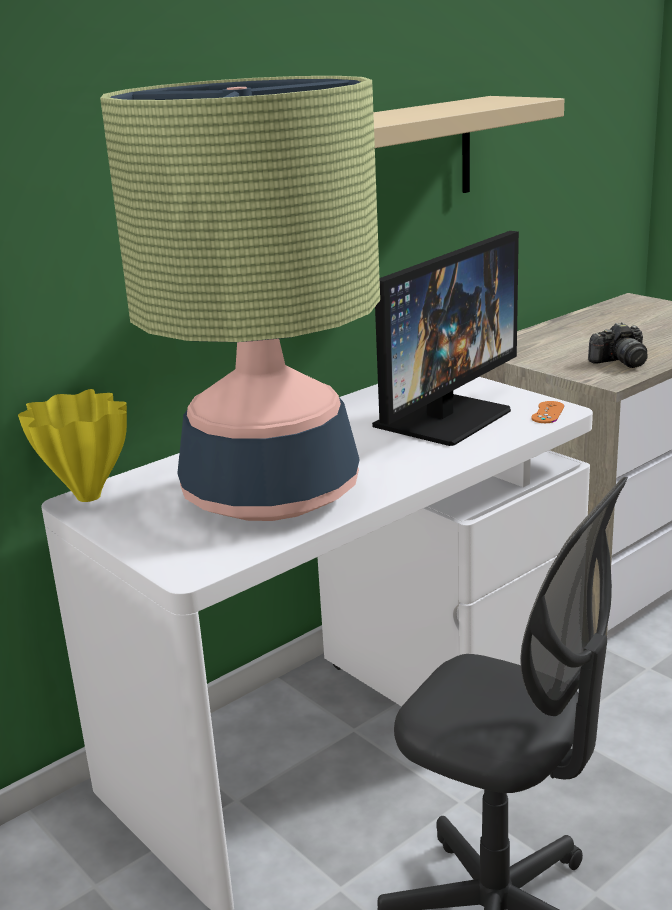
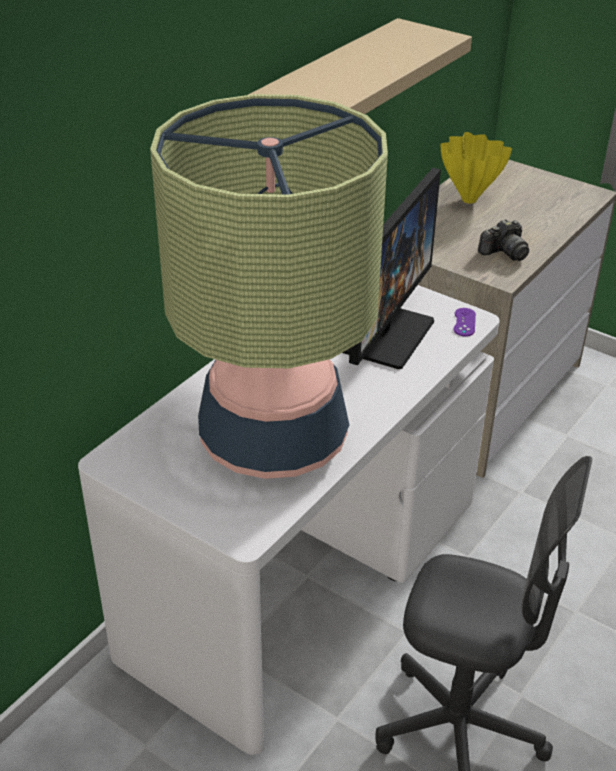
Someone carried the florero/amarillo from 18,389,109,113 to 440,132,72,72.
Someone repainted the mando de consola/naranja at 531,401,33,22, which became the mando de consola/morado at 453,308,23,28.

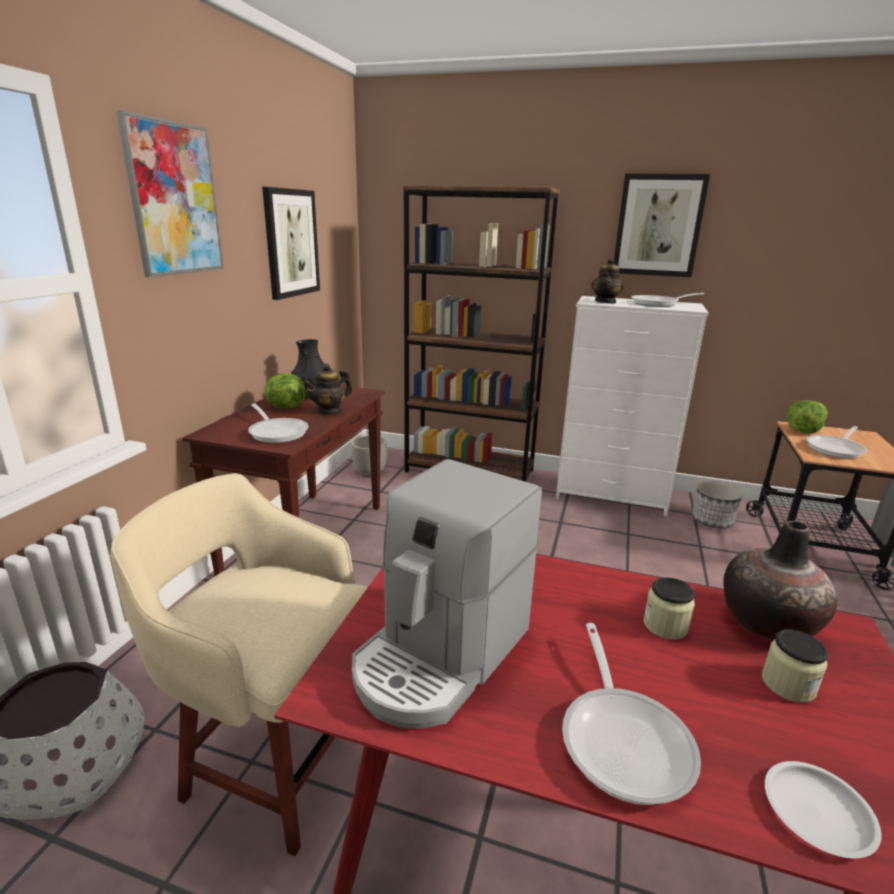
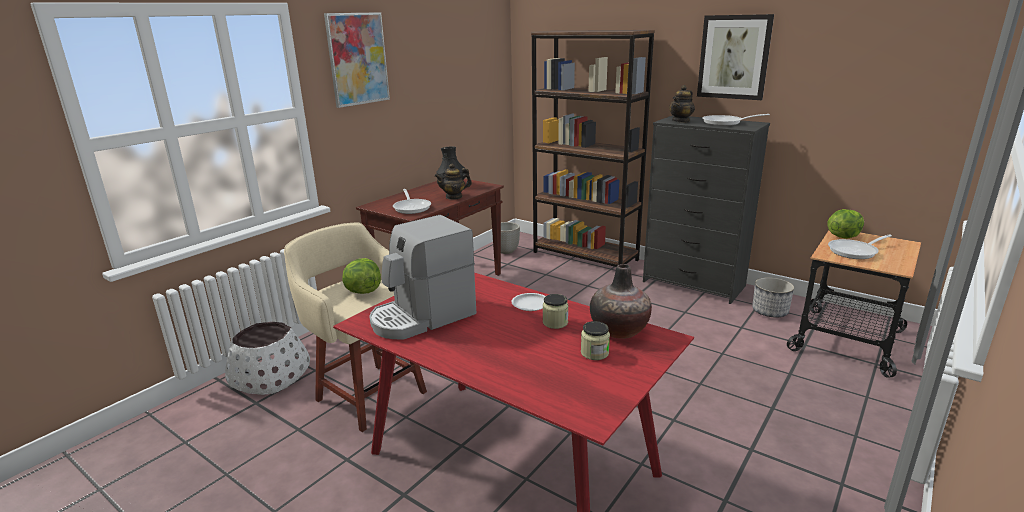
Someone took away the cuadro at 262,187,58,113.
Someone took away the sartén at 562,623,139,182.
Someone carried the lechuga from 265,373,40,36 to 342,258,39,36.
Someone carried the plato/blanco from 765,761,116,97 to 512,293,33,18.
Someone repainted the cómoda/blanco at 556,296,153,220, which became the cómoda/negro at 643,115,127,189.

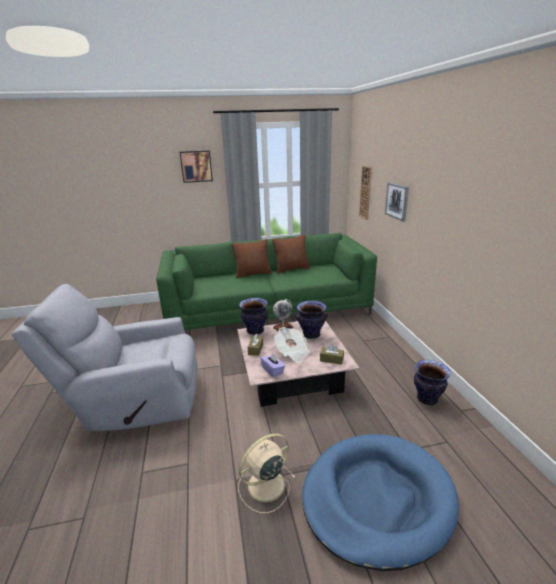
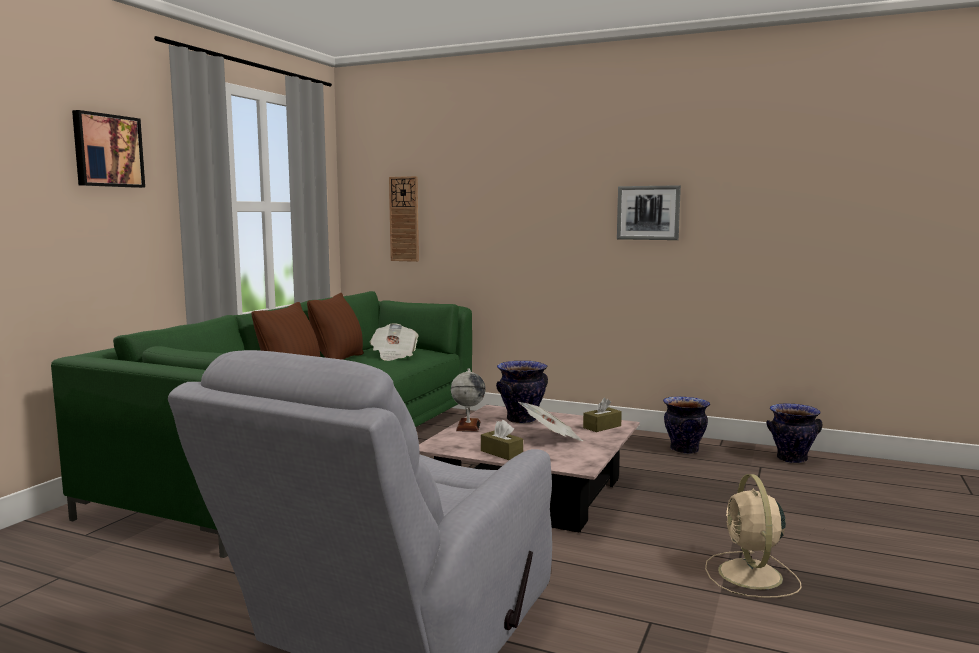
Someone took away the caja de pañuelos/morado at 260,353,25,24.
Someone took away the cama para perro/azul at 302,434,157,137.
Someone put down the periódico at 370,323,49,38.
Someone carried the florero from 239,298,29,37 to 766,403,56,60.
Someone carried the cuadro from 385,182,24,40 to 617,185,64,55.

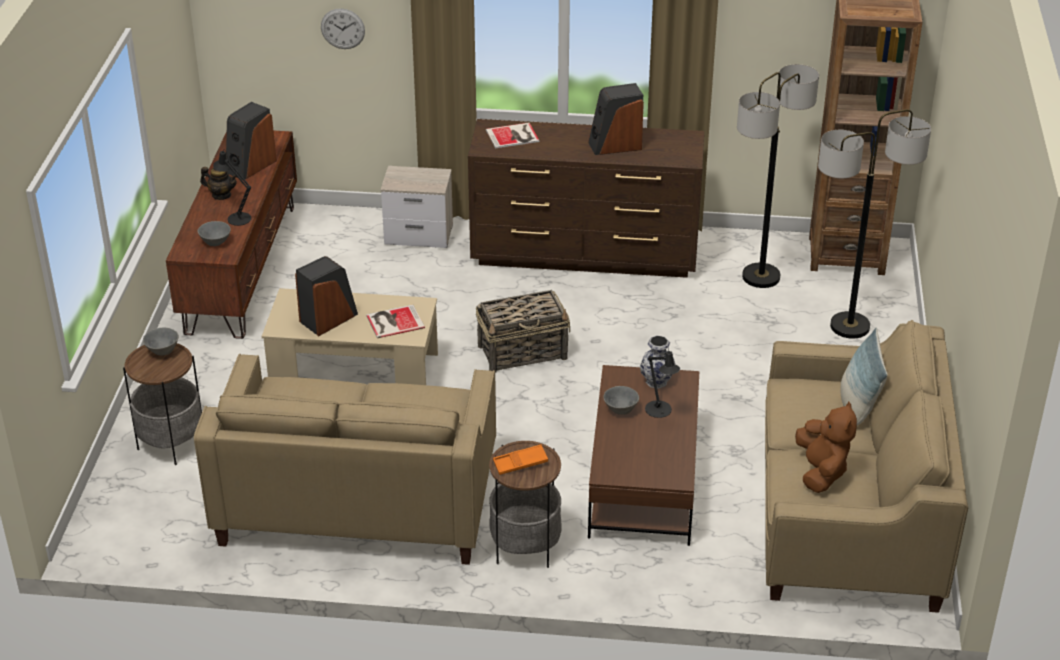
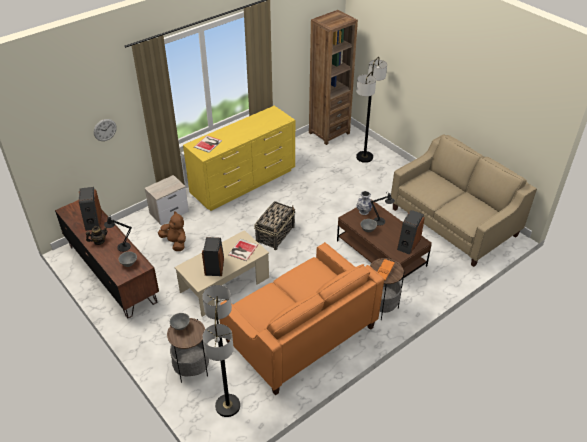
Someone took away the cojín at 841,328,47,97.
Someone carried the altavoz from 588,83,56,72 to 397,210,28,45.
Someone carried the lámpara de pie from 737,64,82,224 to 202,285,38,132.
Someone carried the peluche/marrón from 795,402,62,91 to 158,211,28,40.
Someone repainted the sofá/beis at 194,354,302,211, which became the sofá/naranja at 219,242,165,153.
Someone repainted the cómoda/marrón at 468,119,236,159, which became the cómoda/amarillo at 183,106,112,105.

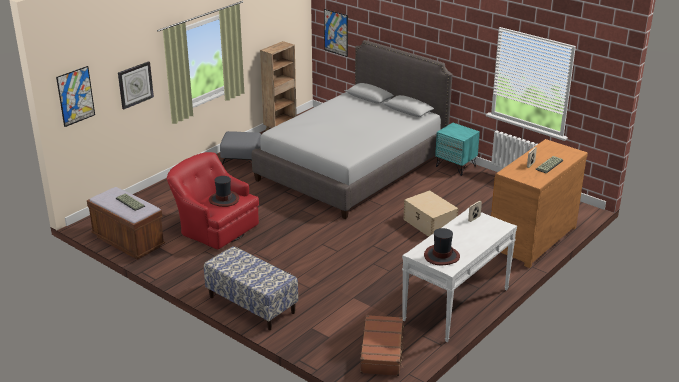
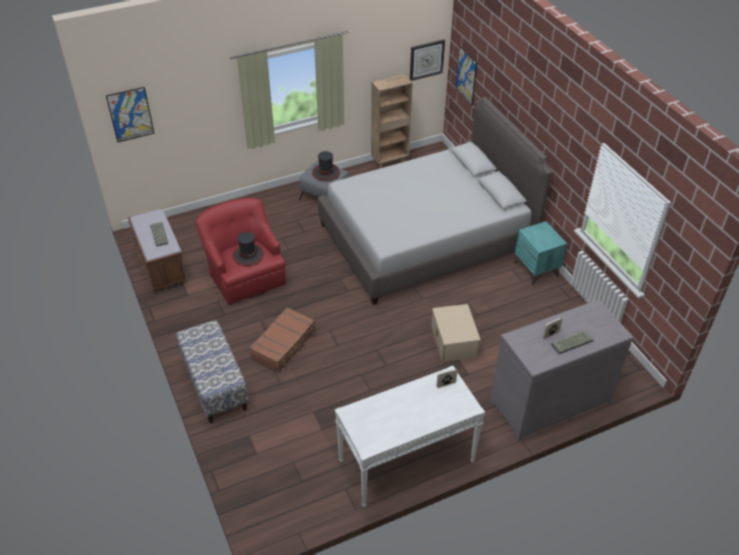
Someone carried the reloj de pared from 118,61,36,48 to 410,40,35,41.
Someone carried the maleta/marrón from 360,315,45,61 to 249,307,67,65.
Someone carried the sombrero from 424,228,36,37 to 312,151,28,30.
Someone repainted the cómoda/marrón at 491,139,97,129, which became the cómoda/gris at 490,299,143,142.

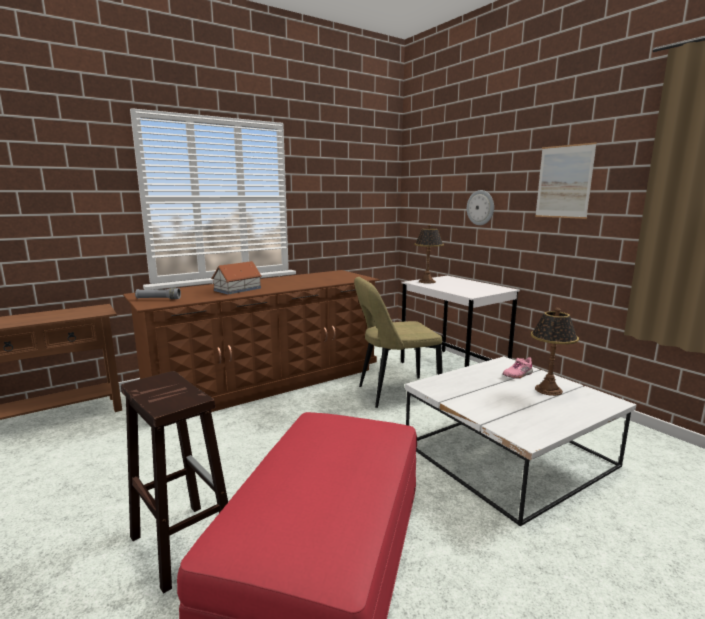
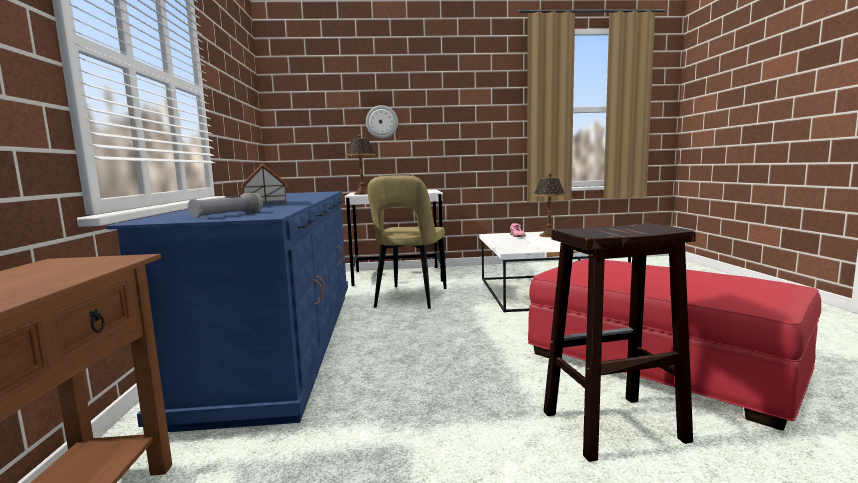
Someone took away the cuadro at 535,142,62,77.
Someone repainted the cómoda/marrón at 123,270,256,146, which became the cómoda/azul at 106,191,242,241.

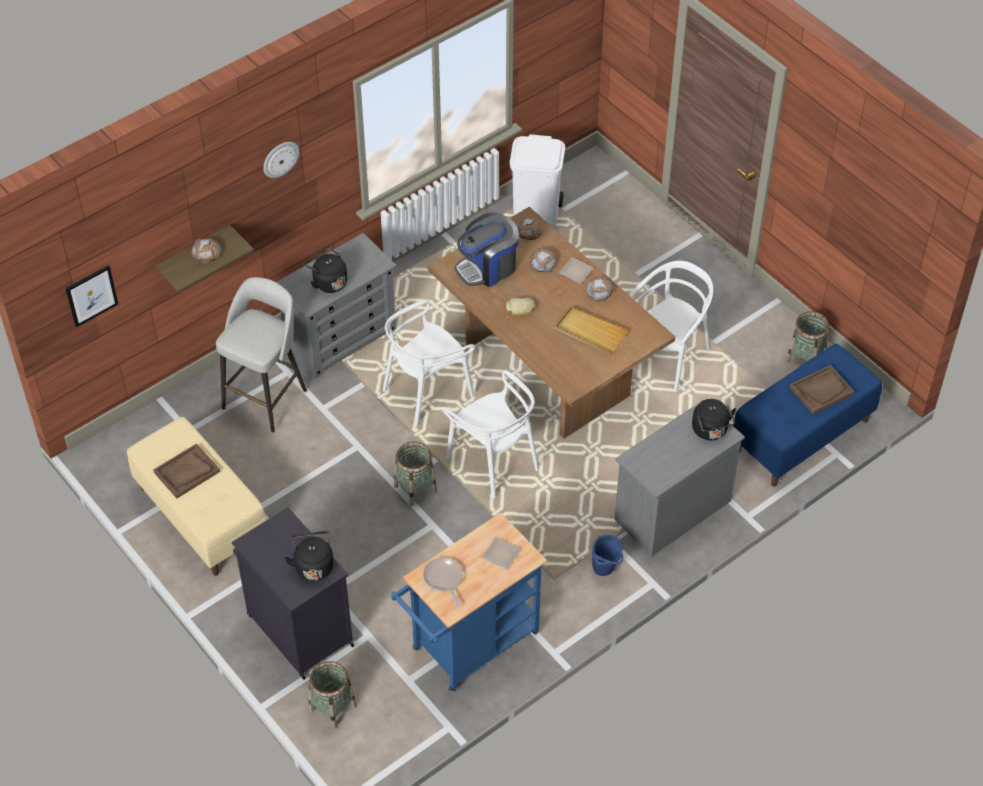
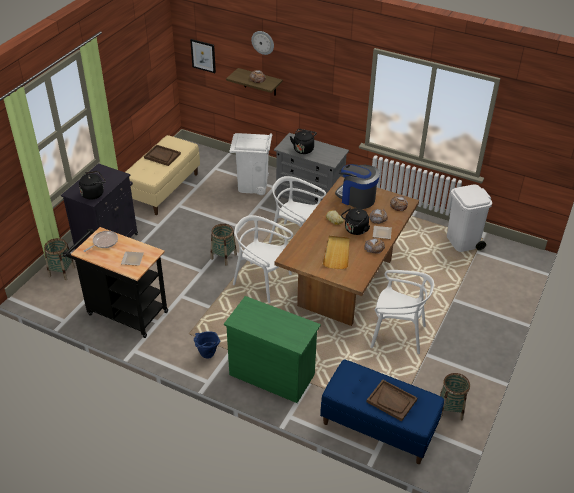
Someone carried the reloj de pared from 263,142,37,36 to 251,31,23,24.
Someone carried the hervidor/negro from 692,399,44,41 to 341,208,29,27.
Someone swapped the taburete/gris at 216,277,91,155 for the papelera/blanco at 230,133,42,62.
Someone repainted the carrito/azul at 391,513,156,179, which became the carrito/negro at 63,227,105,111.
Someone repainted the cómoda/gris at 615,400,130,156, which became the cómoda/verde at 224,296,97,107.
Someone rotated the silla/blanco at 442,370,97,128 by 90 degrees clockwise.

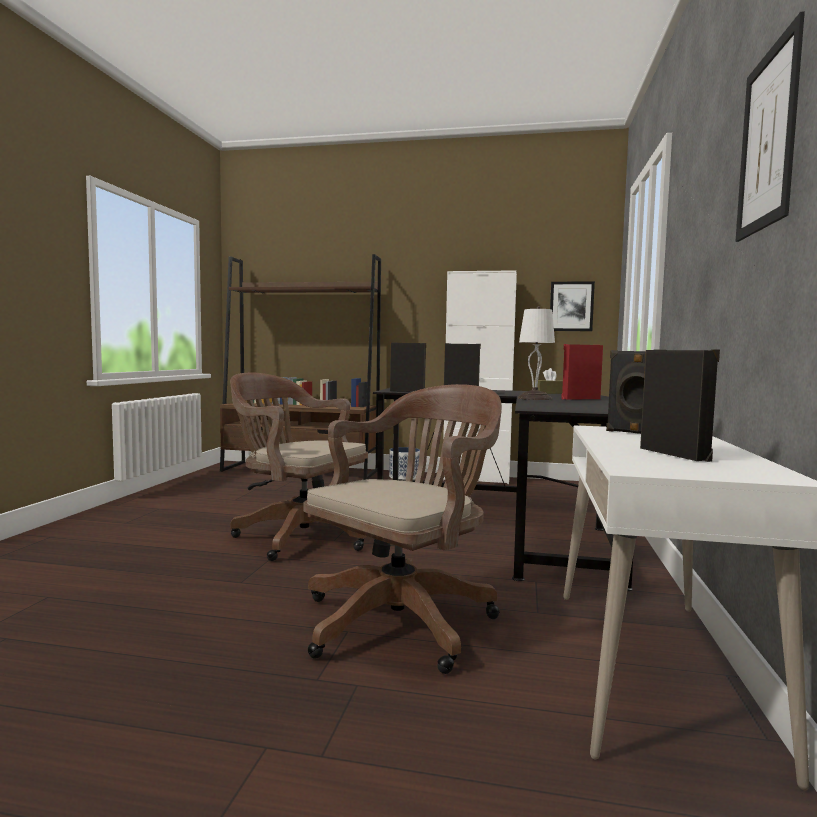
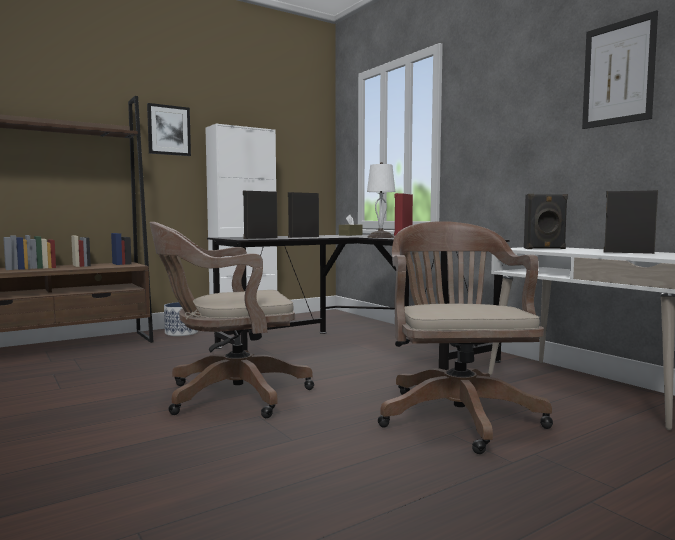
Someone carried the cuadro from 550,281,45,50 to 147,103,44,53.

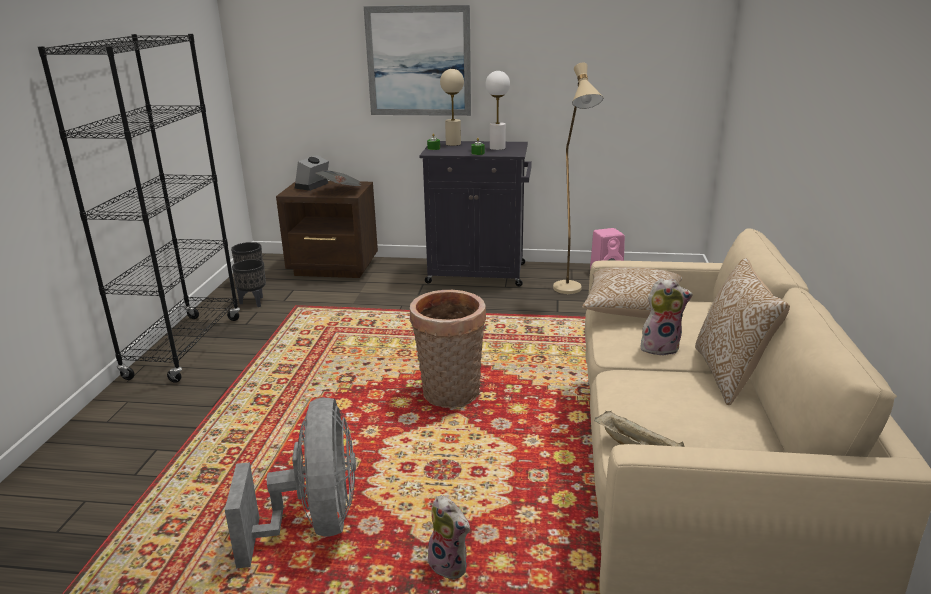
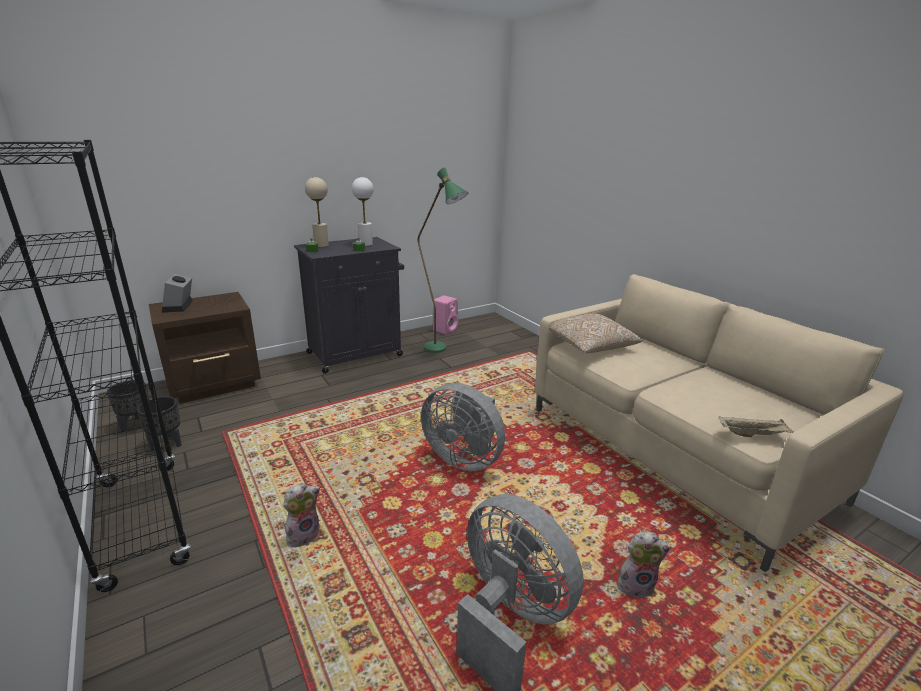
Someone took away the periódico at 315,171,47,15.
Someone took away the cuadro at 364,5,107,111.
Someone took away the cojín at 695,258,95,147.
Someone carried the peluche from 640,278,53,78 to 283,483,37,64.
Someone swapped the cesta at 410,290,76,118 for the ventilador/gris at 421,383,84,88.
Someone repainted the lámpara de pie/beis at 553,62,50,232, which became the lámpara de pie/verde at 418,167,50,186.

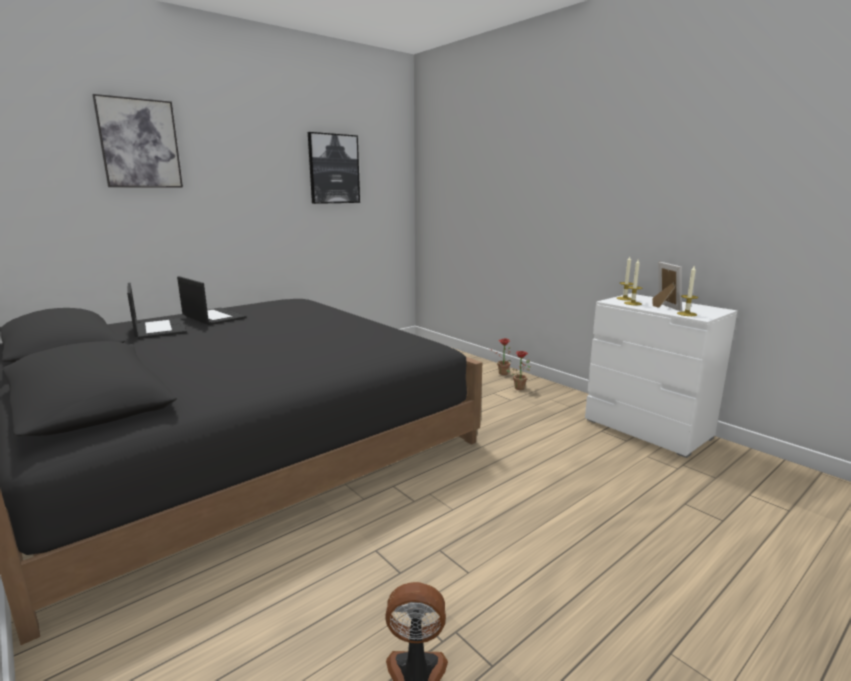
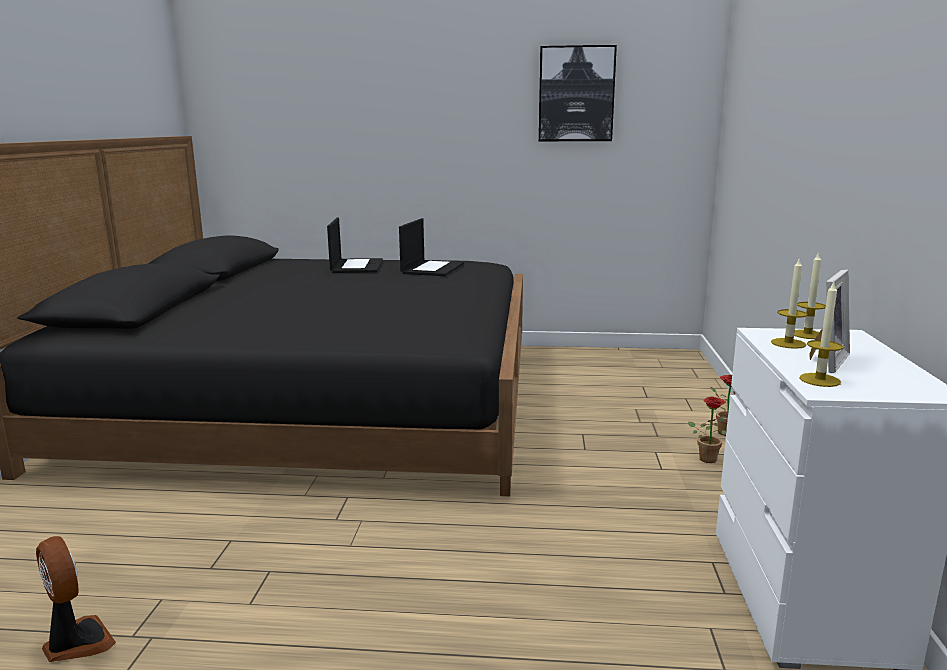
Someone took away the cuadro at 92,94,91,94.
Someone carried the portátil from 127,283,60,56 to 399,218,65,58.

